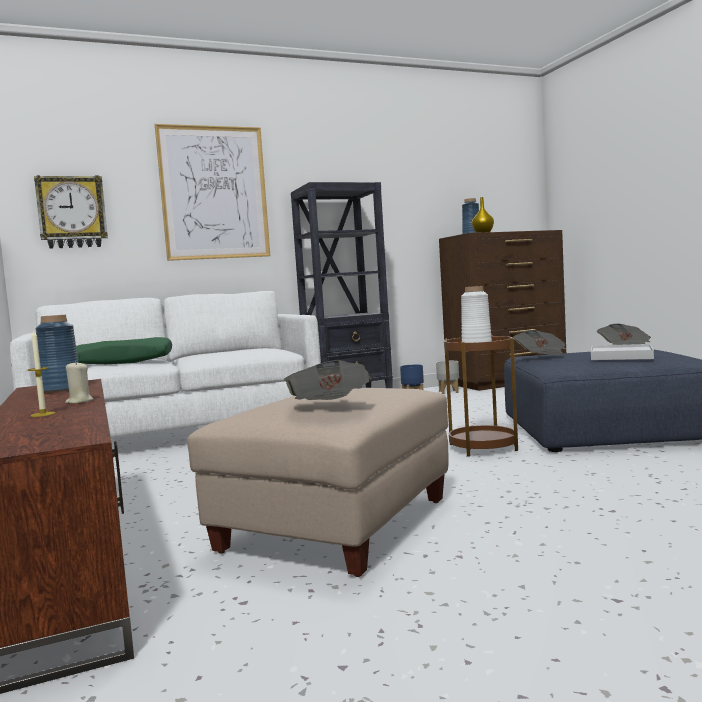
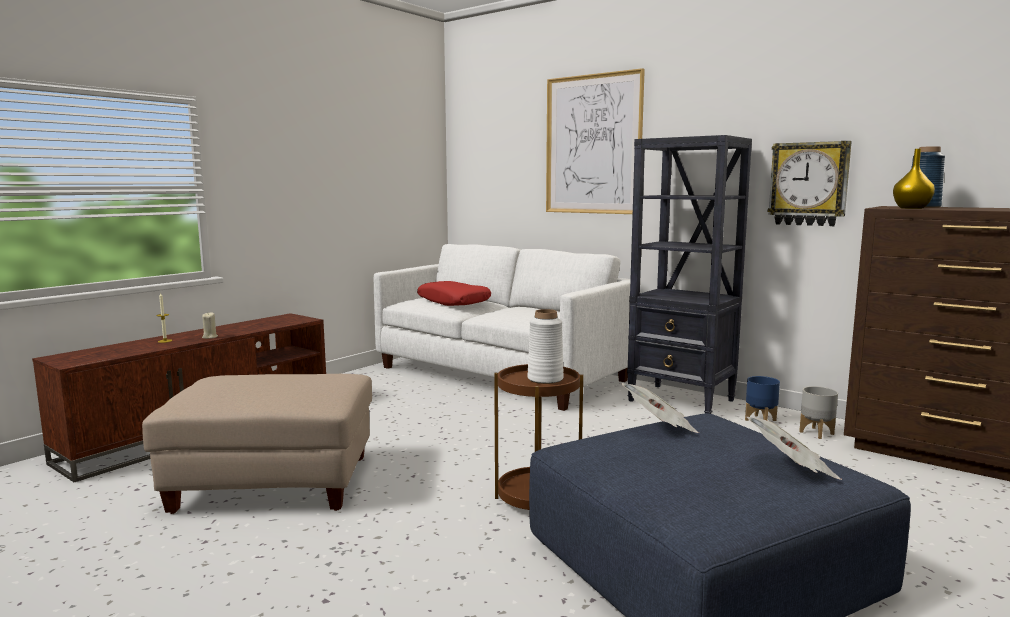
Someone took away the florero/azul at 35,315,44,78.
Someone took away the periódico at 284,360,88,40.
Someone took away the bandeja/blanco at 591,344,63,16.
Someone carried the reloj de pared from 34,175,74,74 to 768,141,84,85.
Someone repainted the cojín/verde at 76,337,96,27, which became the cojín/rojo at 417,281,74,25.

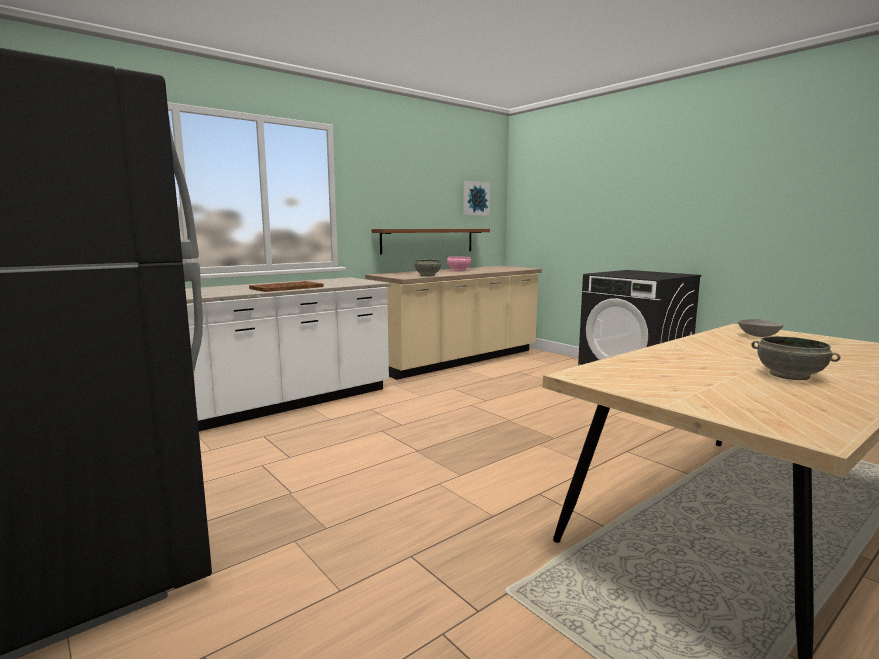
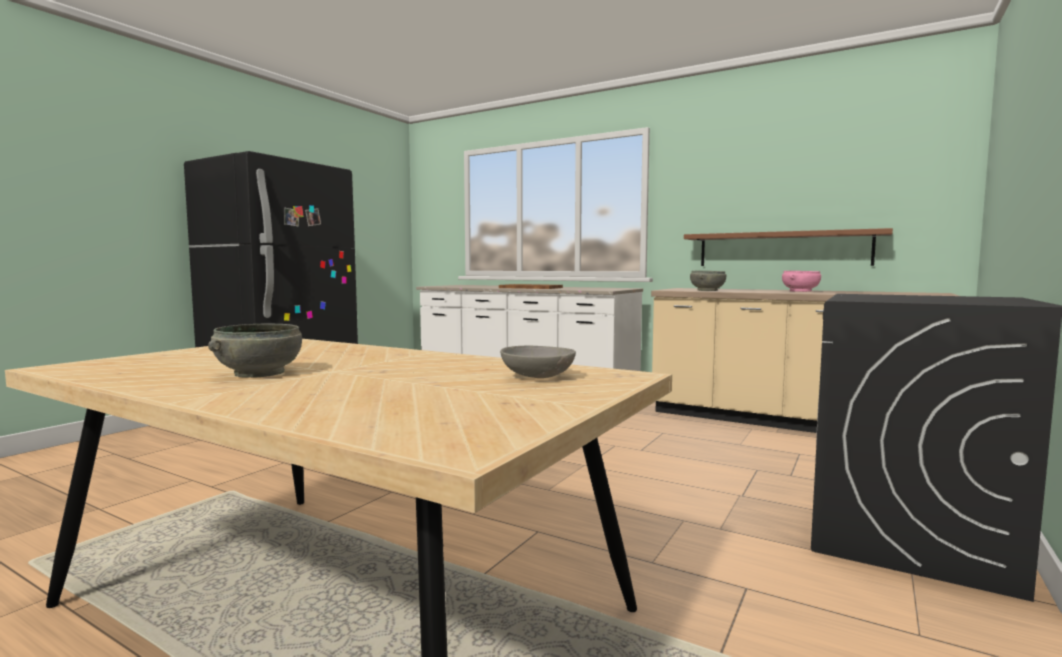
Someone took away the cuadro at 463,181,27,35.

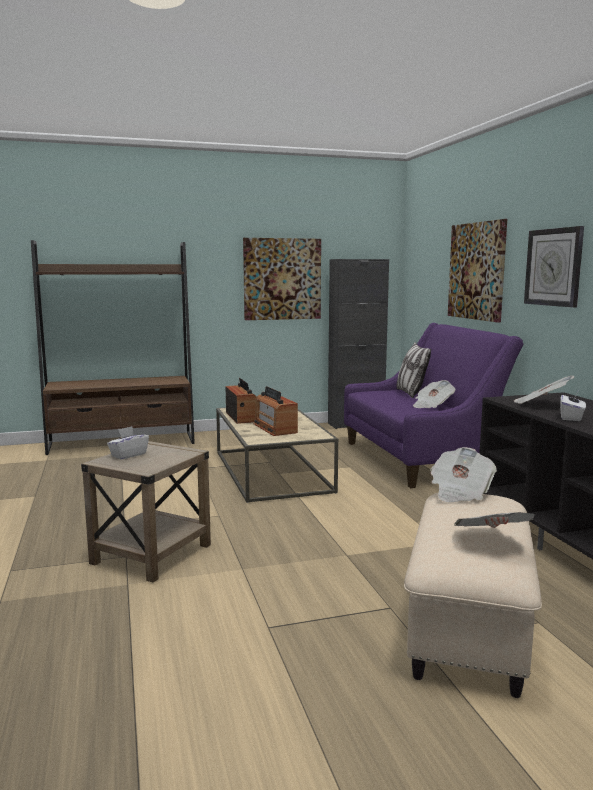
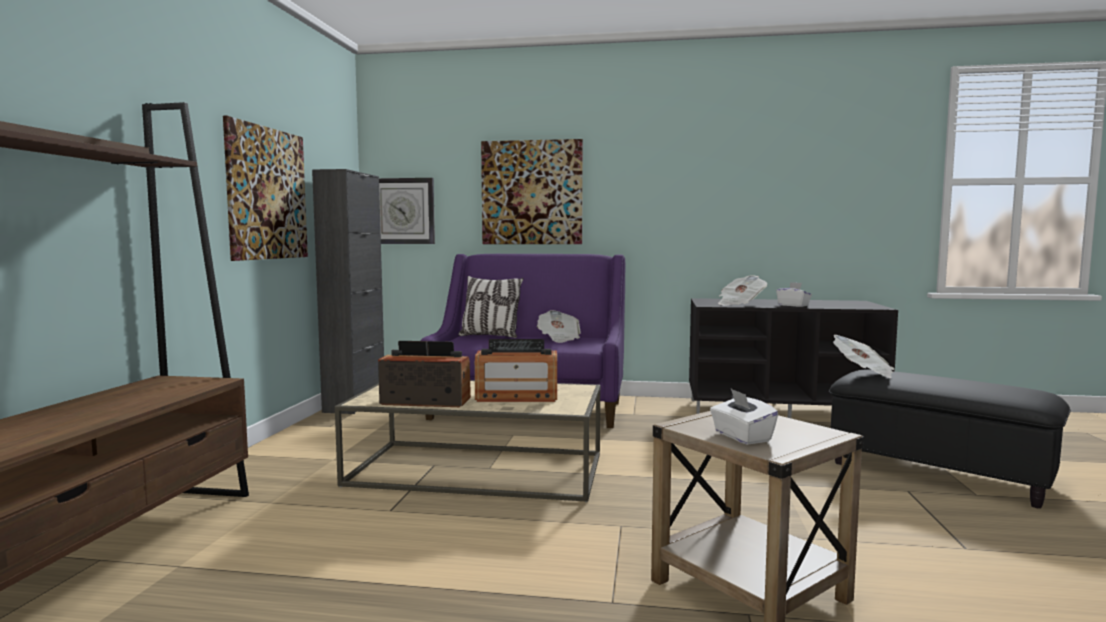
Someone took away the periódico at 454,512,81,16.
Someone carried the reloj de pared from 524,226,60,82 to 379,178,56,66.
Someone repainted the puf/beis at 404,492,138,206, which became the puf/negro at 829,369,242,140.

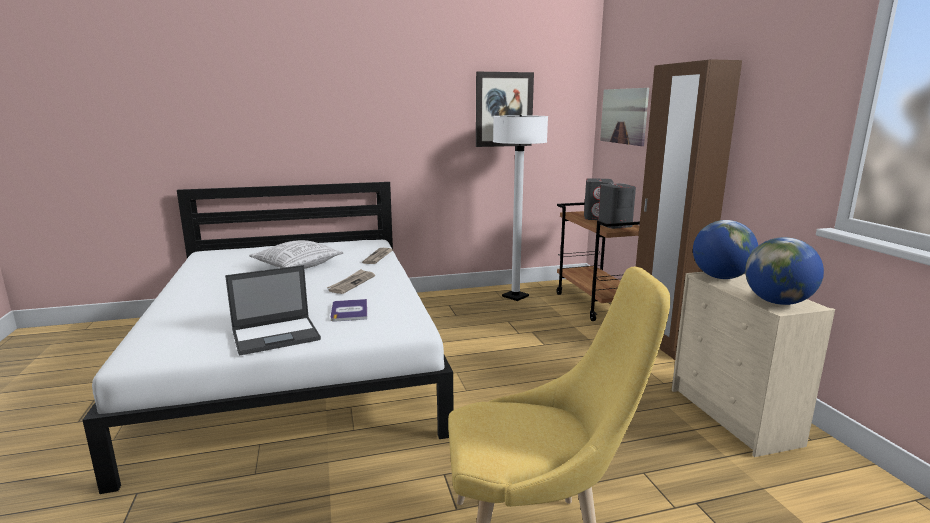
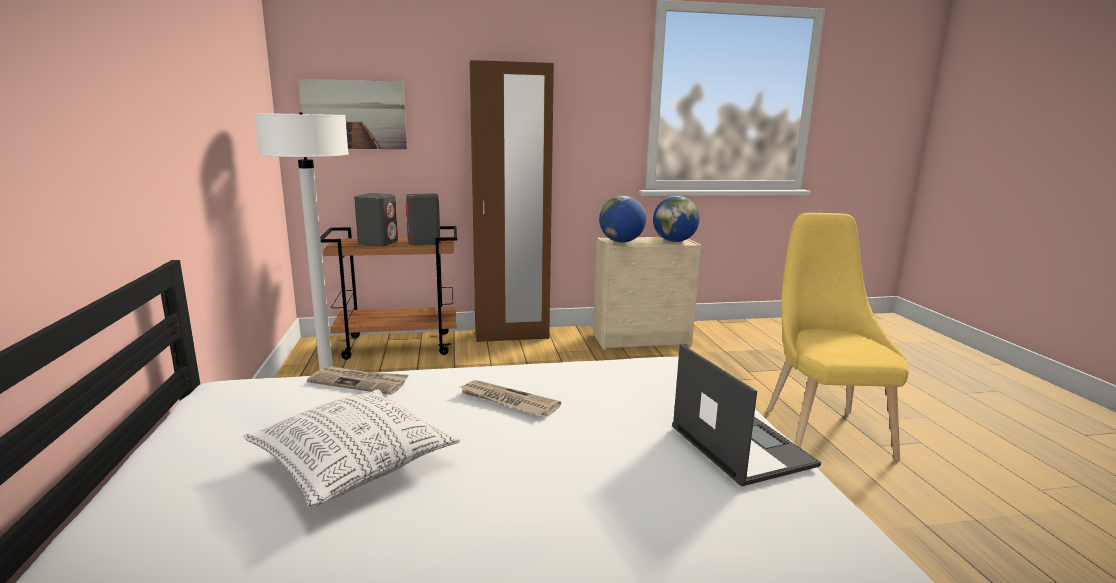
Someone took away the libro at 331,299,36,23.
Someone took away the cuadro at 476,72,58,75.

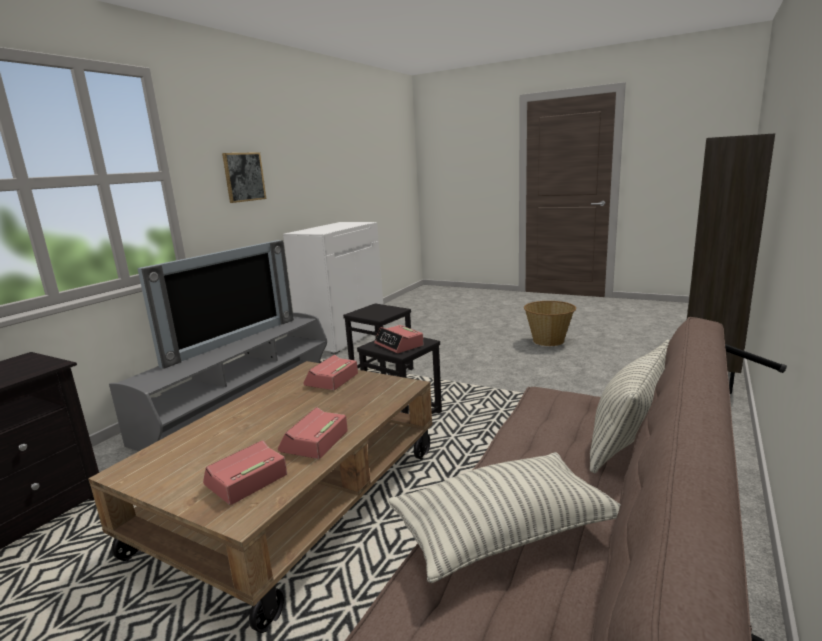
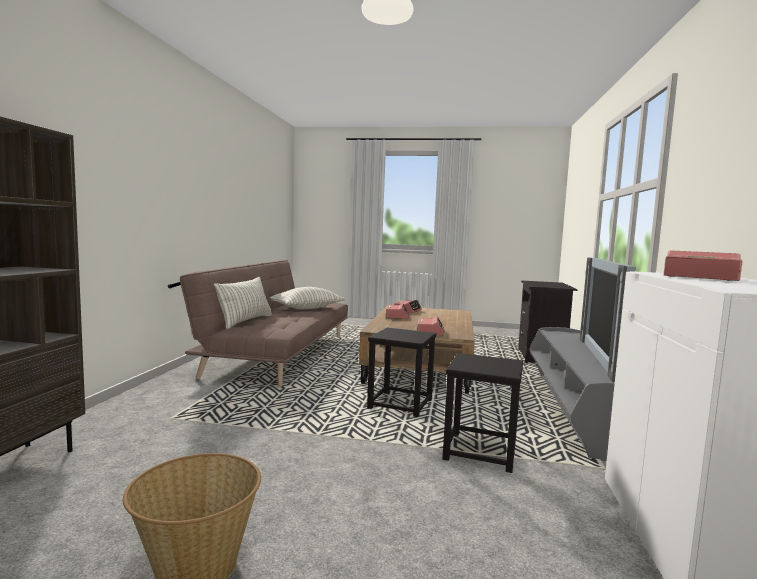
Someone took away the cuadro at 222,152,44,51.
Someone carried the despertador from 374,325,50,28 to 663,250,80,31.

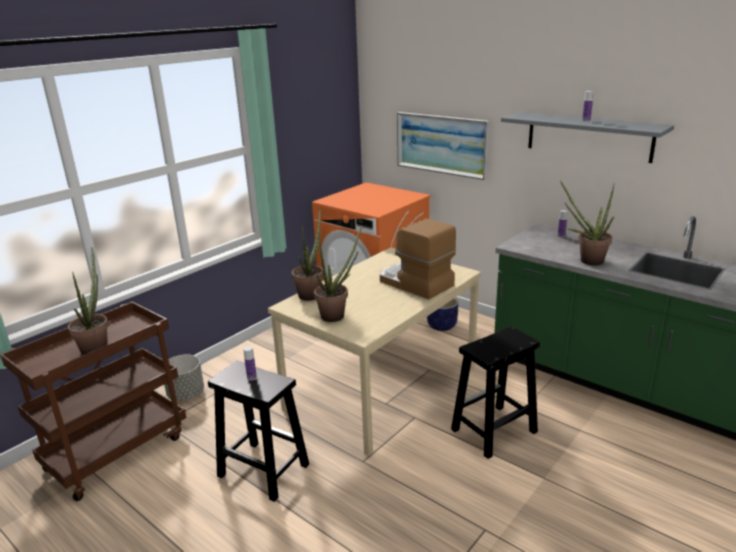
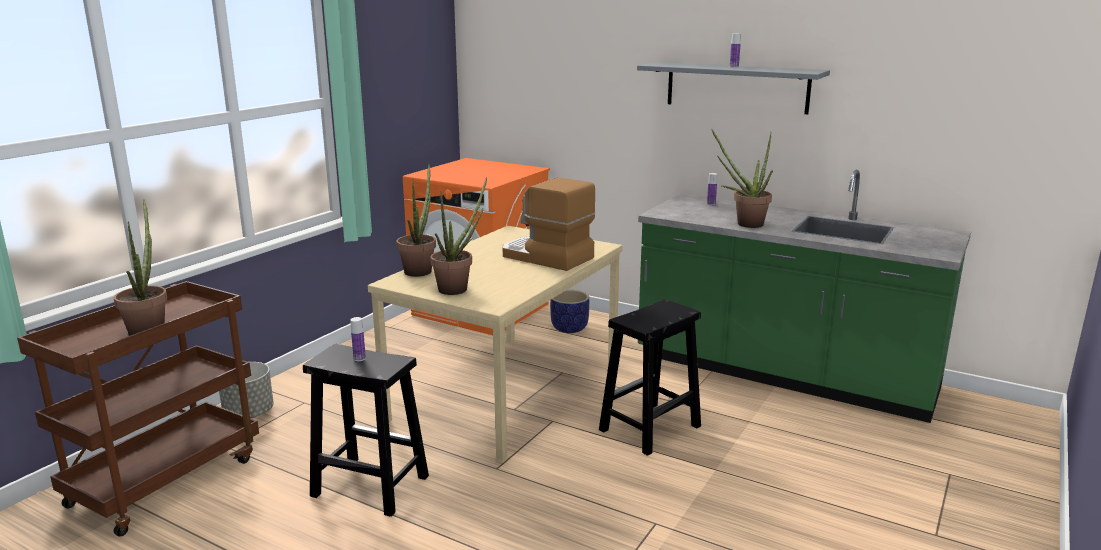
Someone took away the cuadro at 397,112,92,68.

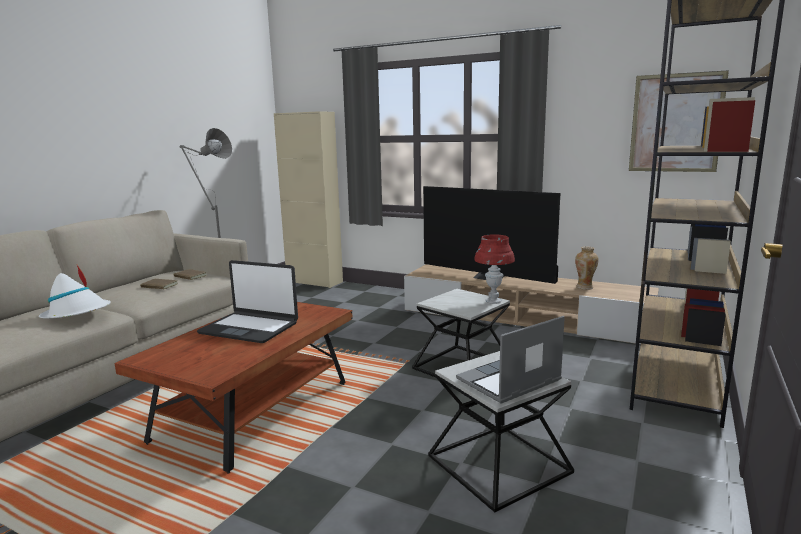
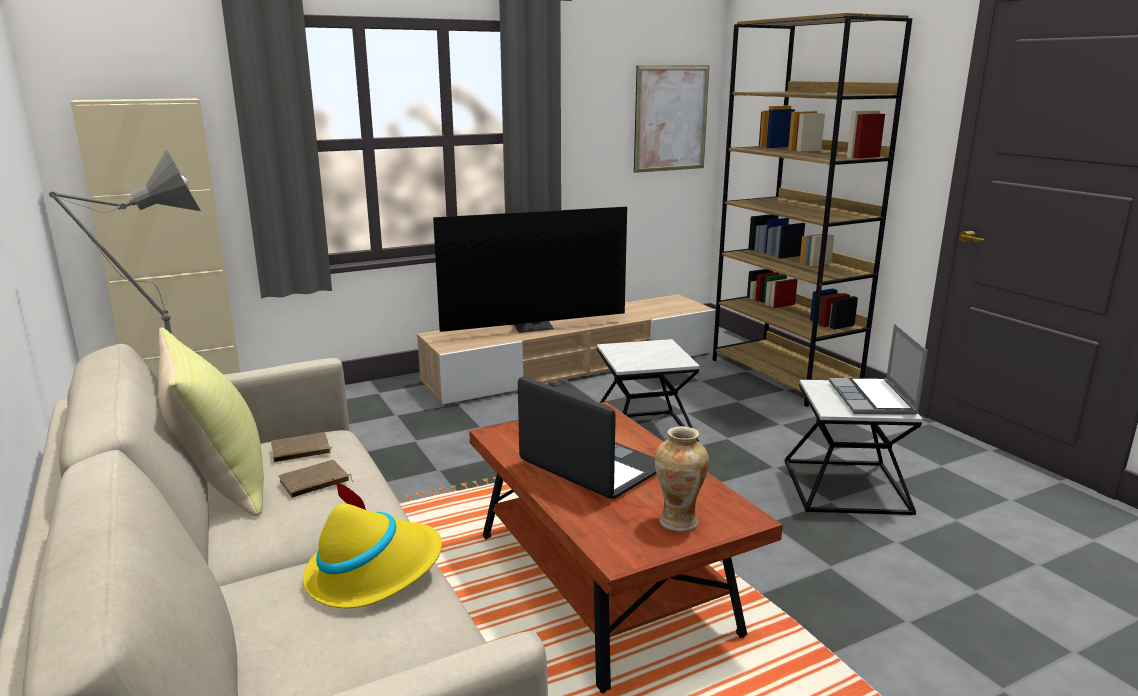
Someone took away the lámpara de mesa/rojo at 474,234,41,70.
Someone put down the cojín/amarillo at 158,327,106,189.
Someone carried the florero from 575,246,24,44 to 655,426,54,106.
Someone repainted the sombrero/blanco at 39,265,72,54, which became the sombrero/amarillo at 303,478,139,130.
Someone rotated the portátil at 197,260,101,83 by 105 degrees counterclockwise.

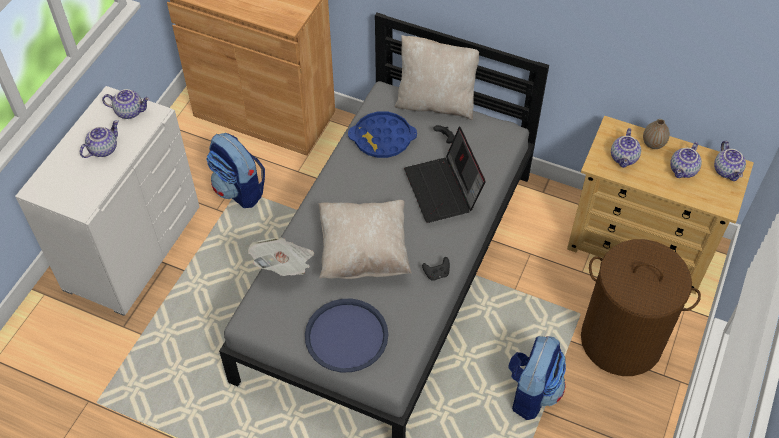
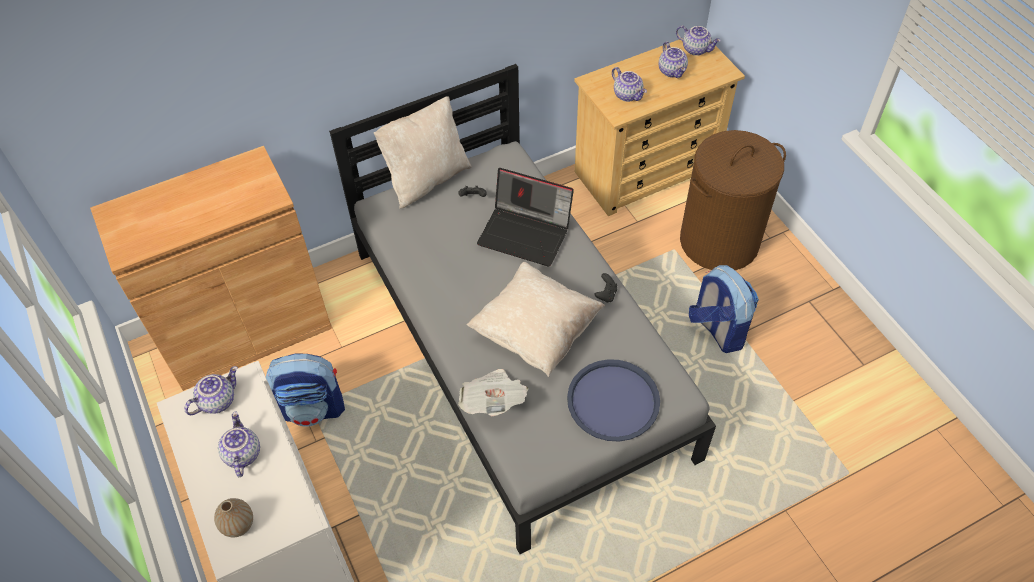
Someone took away the bandeja/azul at 348,111,69,47.
Someone carried the florero from 643,119,27,30 to 214,498,39,39.

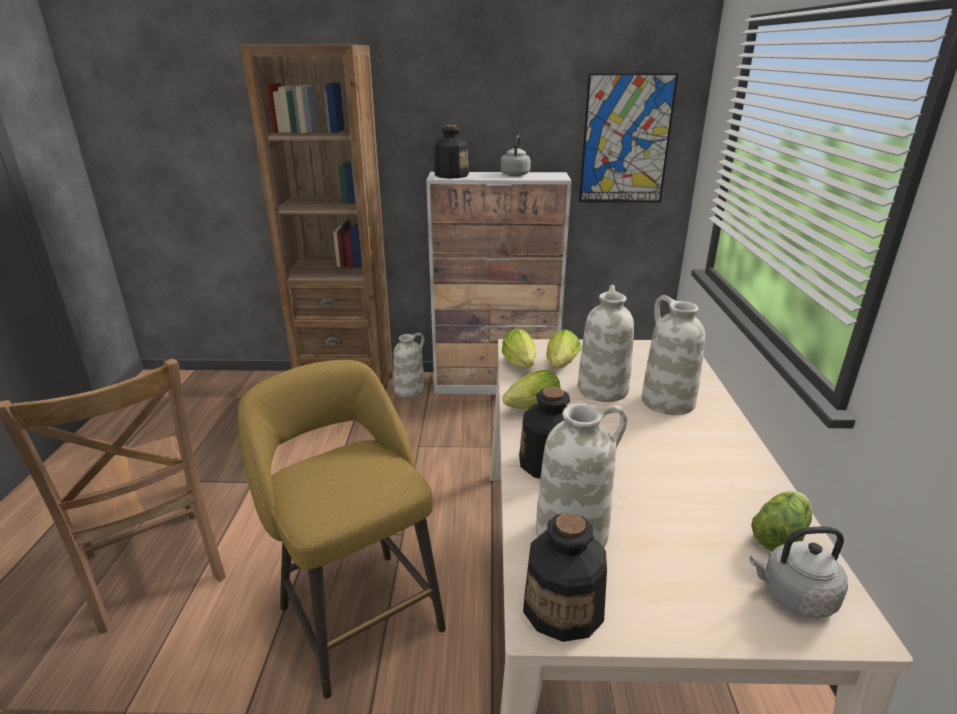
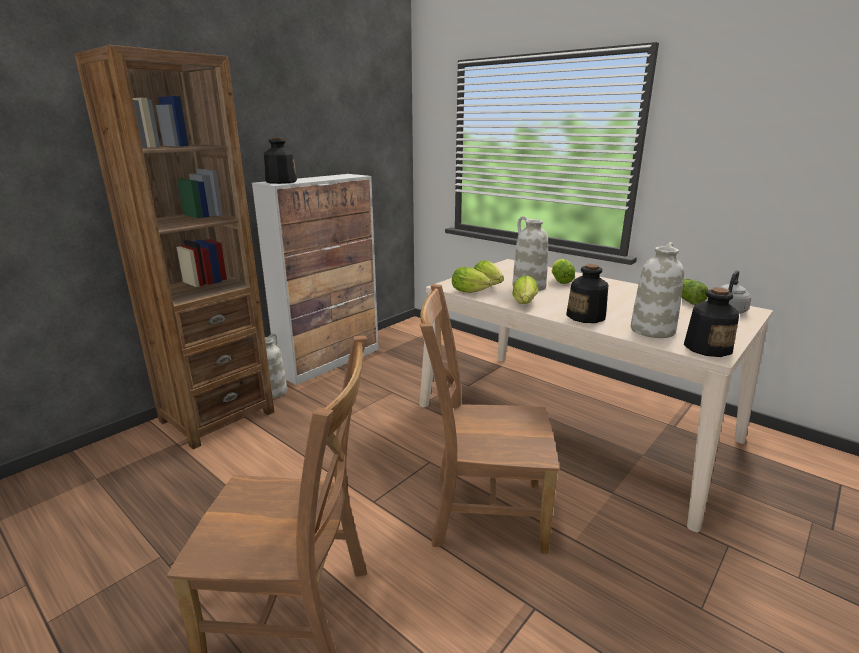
Someone took away the hervidor/gris at 500,135,31,41.
Someone took away the cuadro at 579,73,99,129.
Someone swapped the taburete/amarillo at 238,360,208,339 for the silla/marrón at 420,284,139,270.
Someone swapped the florero/blanco at 642,295,63,120 for the lechuga at 552,259,23,25.

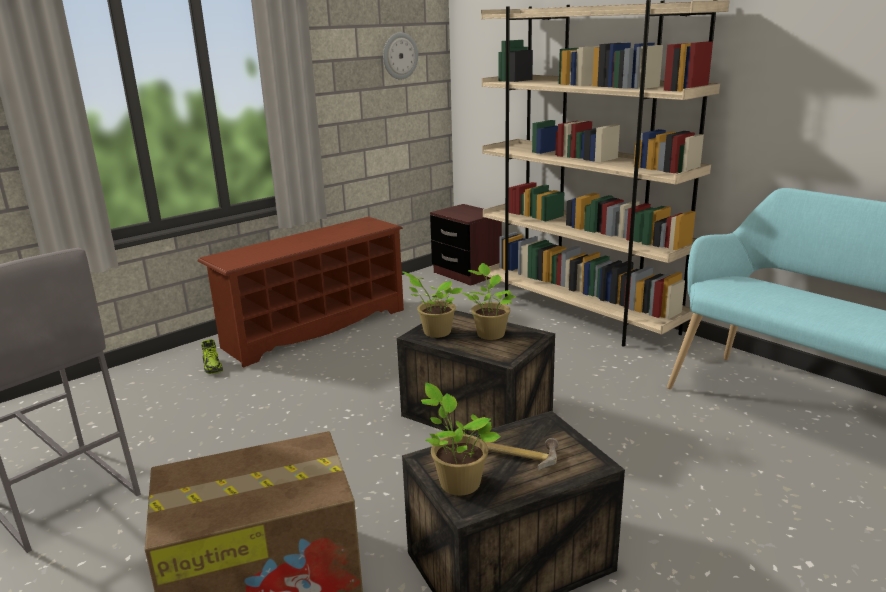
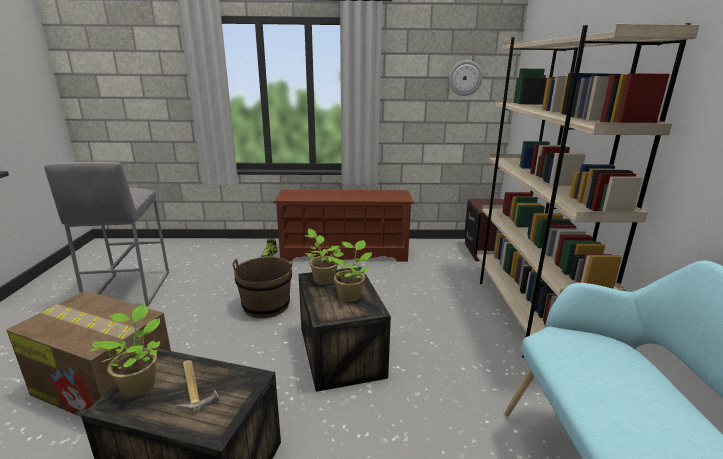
Someone put down the cubo/marrón at 232,257,60,61.

